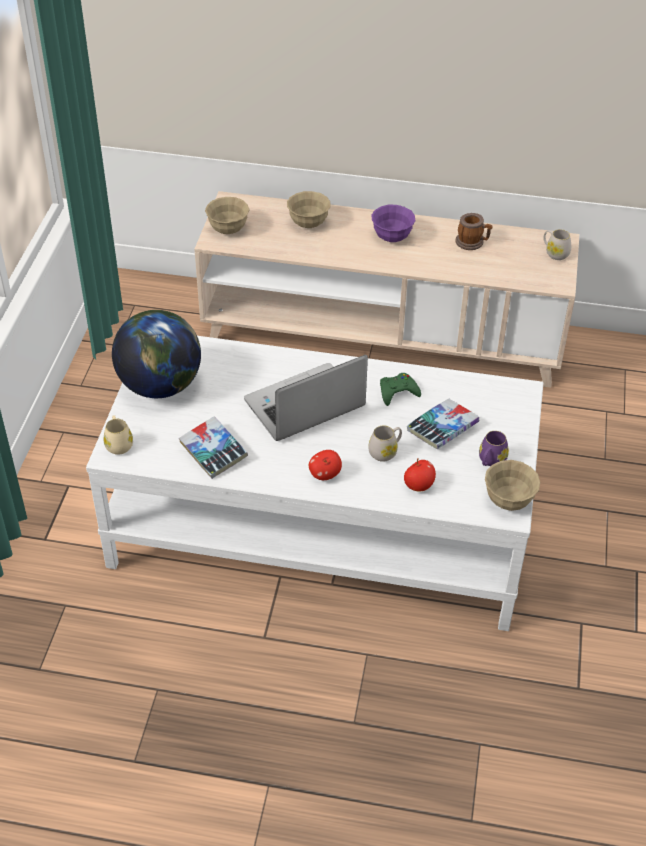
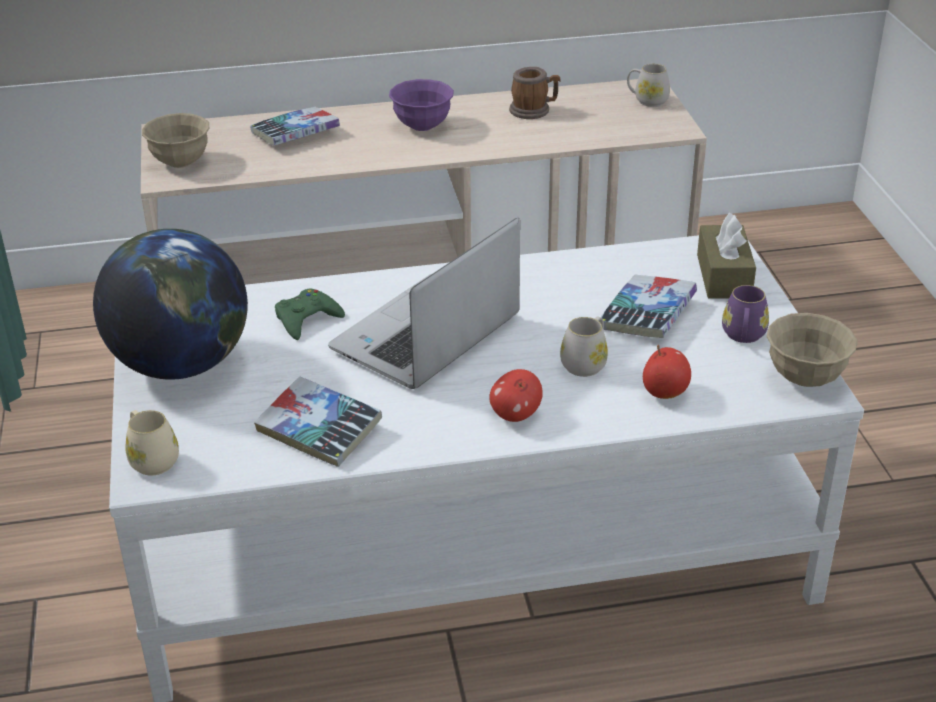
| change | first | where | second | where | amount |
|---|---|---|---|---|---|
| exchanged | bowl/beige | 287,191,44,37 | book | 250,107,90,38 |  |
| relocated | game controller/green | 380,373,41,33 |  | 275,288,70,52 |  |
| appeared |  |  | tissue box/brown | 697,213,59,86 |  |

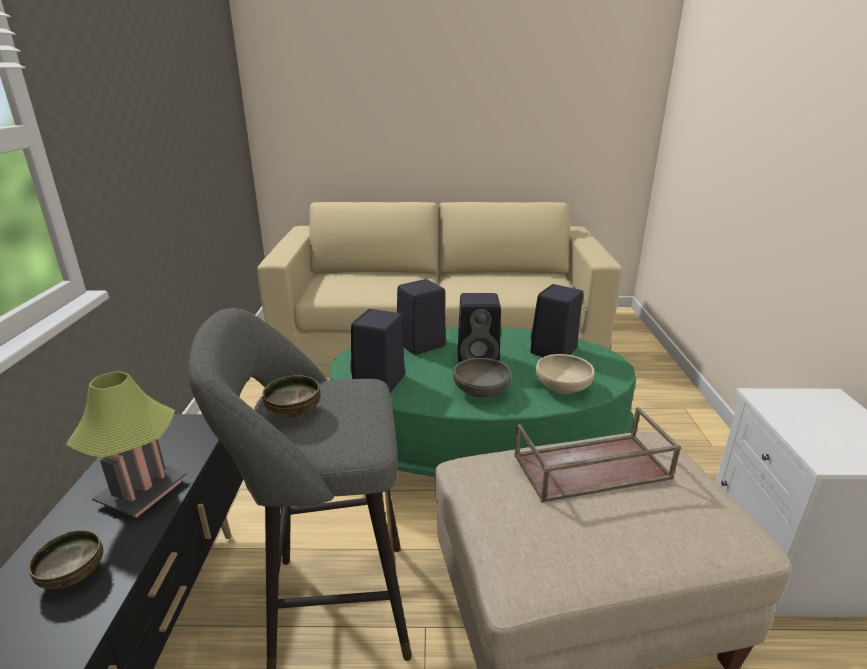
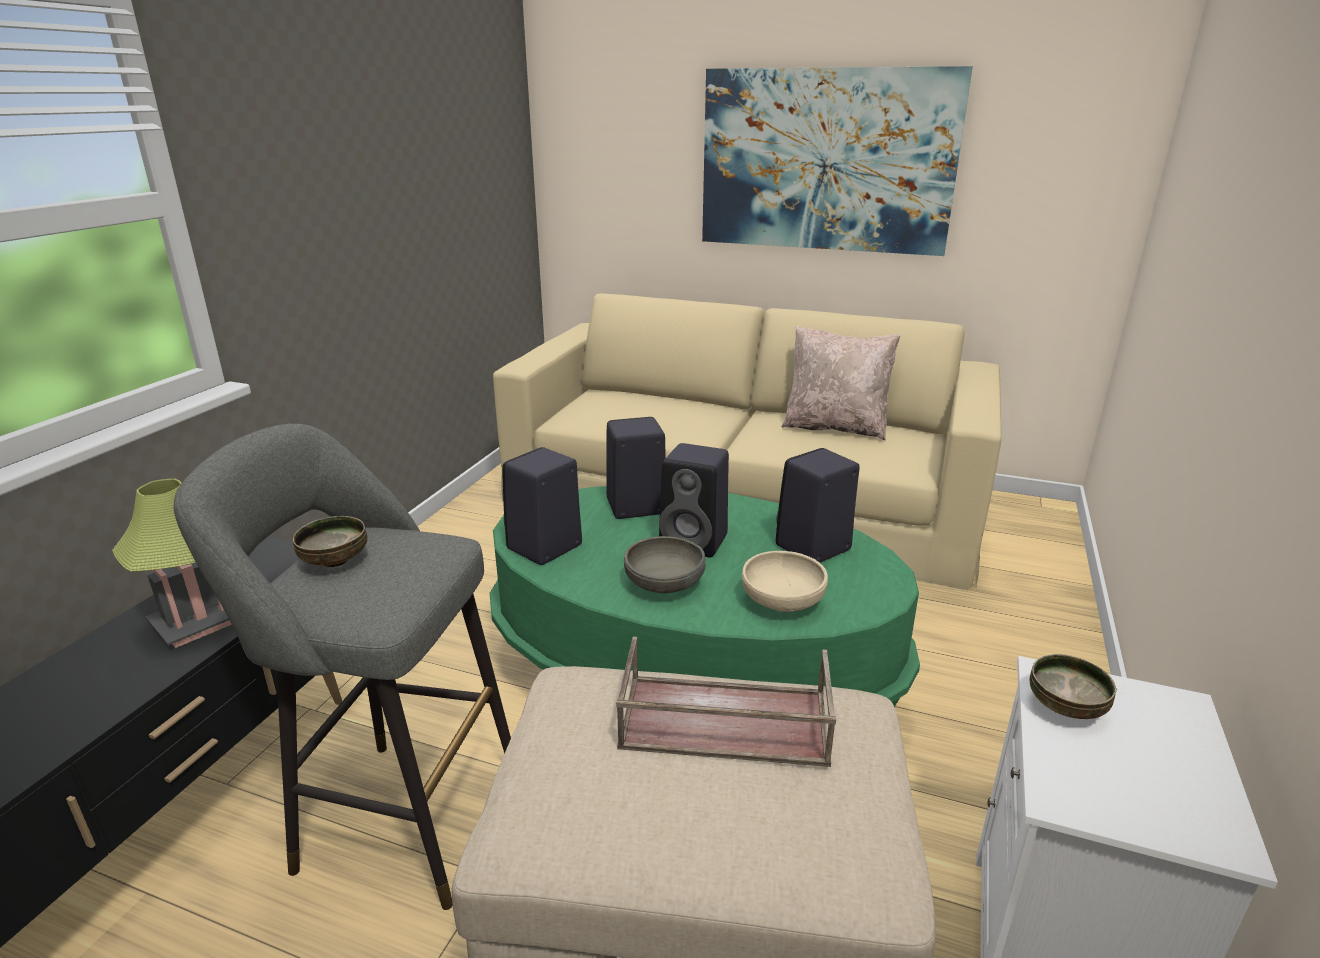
| change | first | where | second | where | amount |
|---|---|---|---|---|---|
| relocated | bowl | 28,530,75,59 |  | 1030,654,87,65 |  |
| appeared |  |  | picture | 702,66,271,190 |  |
| appeared |  |  | pillow/beige | 781,326,119,115 |  |

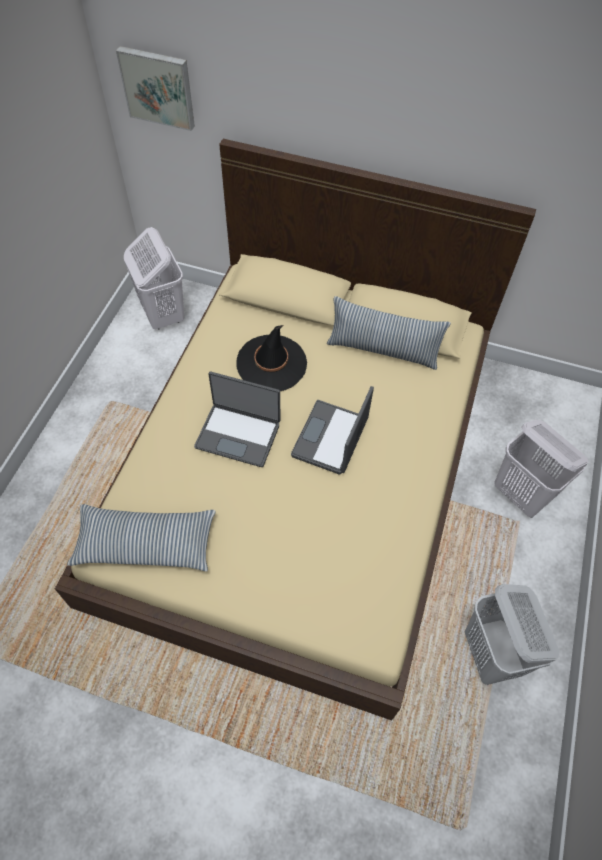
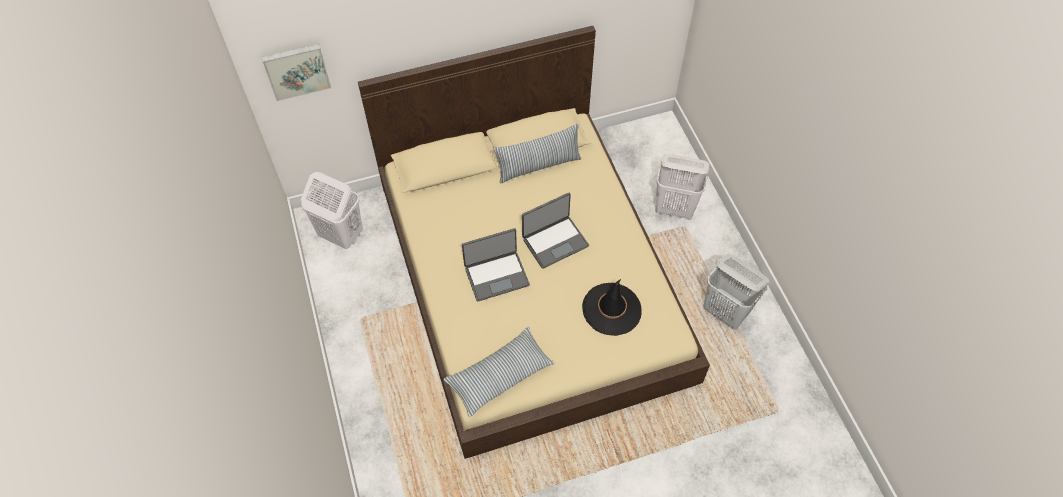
| change | first | where | second | where | amount |
|---|---|---|---|---|---|
| relocated | hat/black | 236,325,71,66 |  | 582,279,60,57 |  |
| spun | laptop | 291,386,83,88 |  | 522,193,67,76 | 105 degrees counterclockwise |

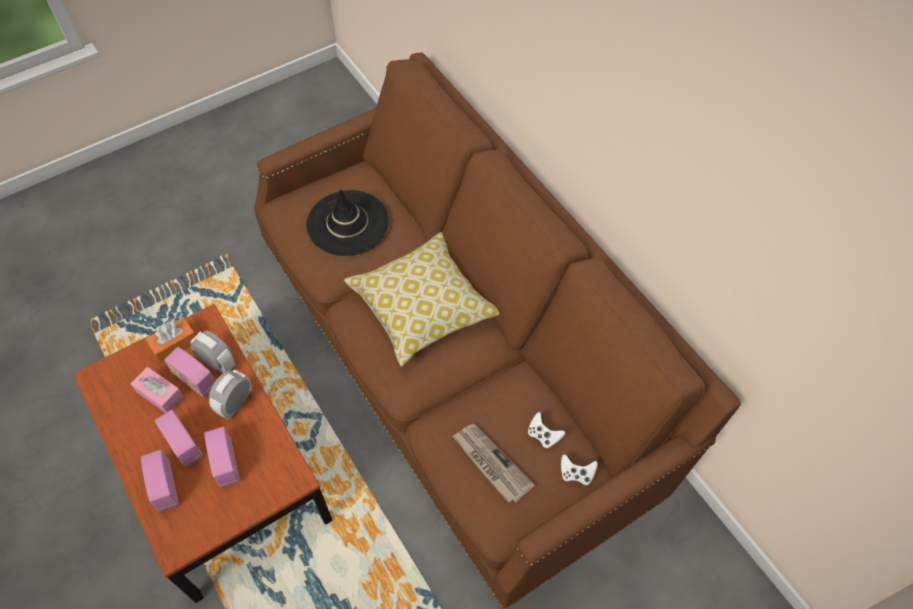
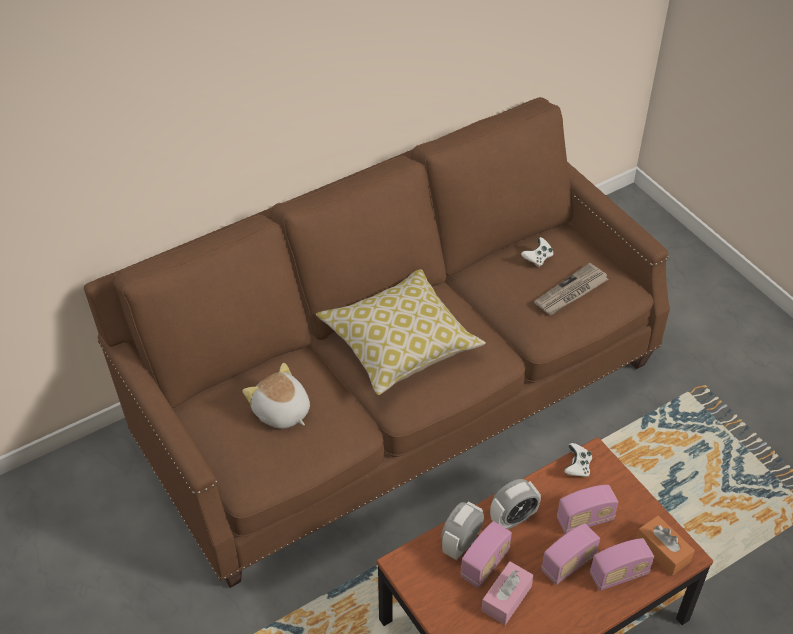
| change | first | where | second | where | amount |
|---|---|---|---|---|---|
| exchanged | hat/black | 306,189,83,67 | plush toy | 242,363,68,66 |  |
| relocated | tissue box/orange | 145,317,51,46 |  | 636,515,59,61 |  |
| spun | alarm clock | 209,370,43,50 |  | 490,479,51,50 | 60 degrees counterclockwise |
| relocated | game controller/white | 561,454,37,31 |  | 564,443,28,34 |  |

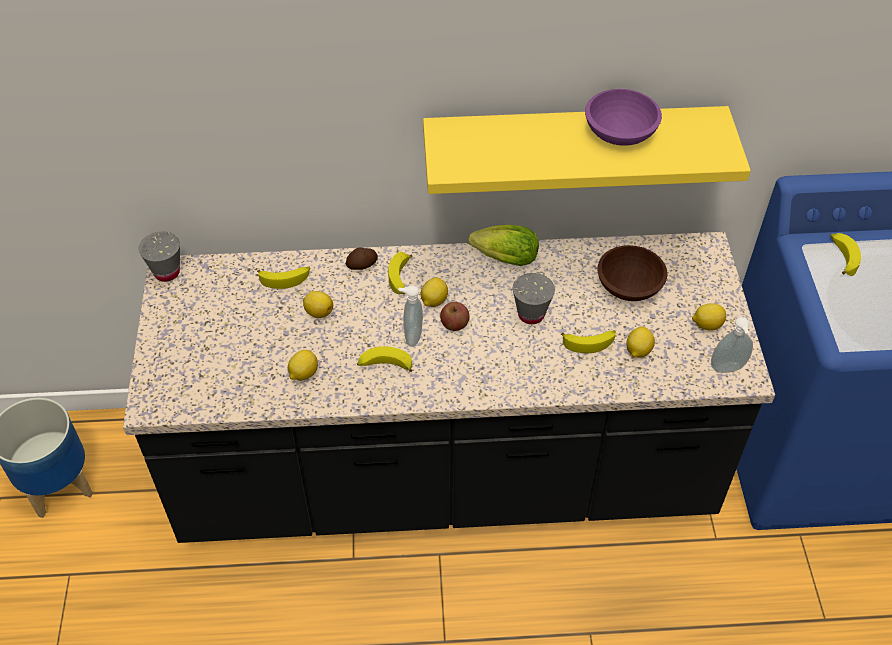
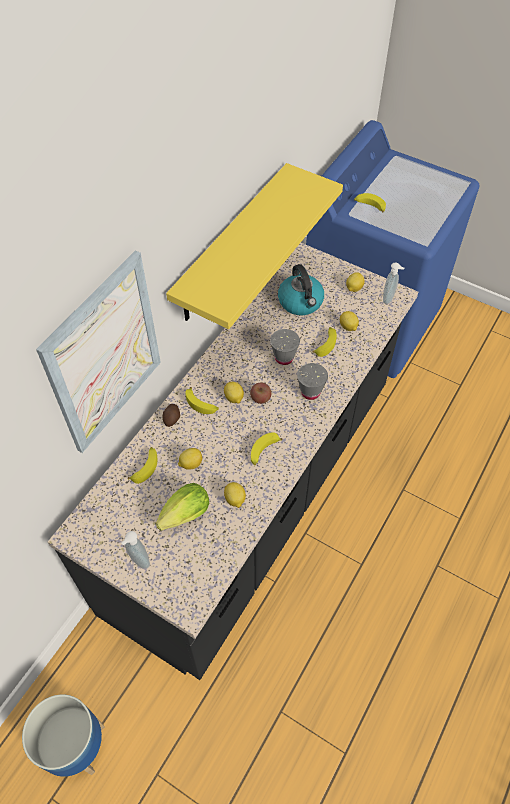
| change | first | where | second | where | amount |
|---|---|---|---|---|---|
| missing | bowl/purple | 585,89,77,57 |  |  |  |
| relocated | lettuce | 468,225,71,41 |  | 155,483,54,48 |  |
| relocated | cup/grey | 139,232,41,50 |  | 297,363,31,37 |  |
| exchanged | bowl/brown | 598,245,69,56 | kettle | 278,264,46,51 |  |
| relocated | soap dispenser | 398,285,25,62 |  | 121,531,29,38 |  |
| appeared |  |  | picture | 36,250,125,203 |  |

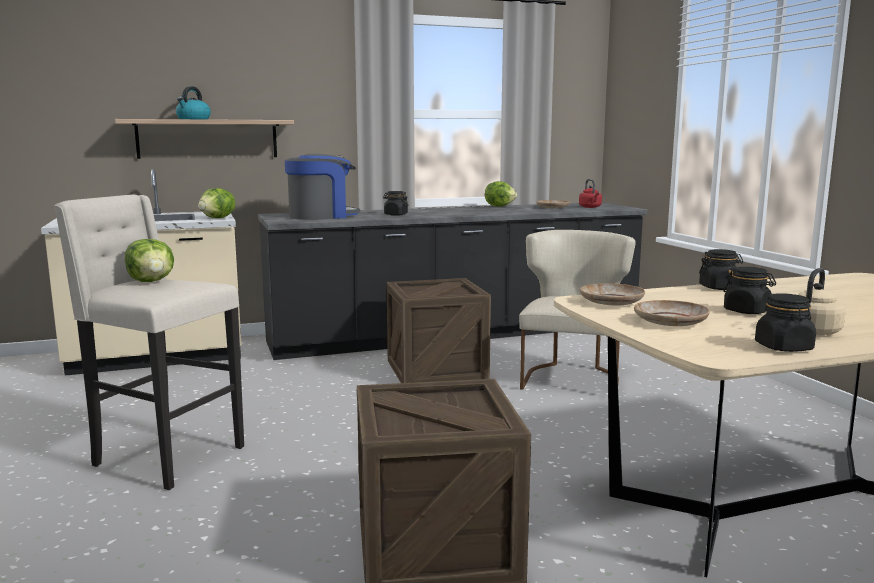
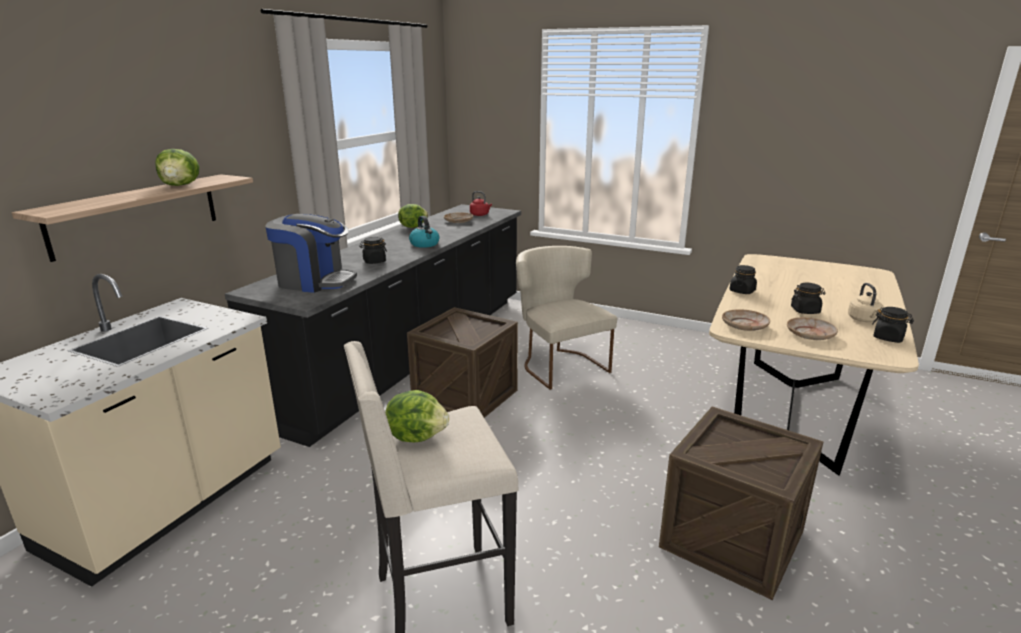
| change | first | where | second | where | amount |
|---|---|---|---|---|---|
| relocated | kettle | 176,86,35,33 |  | 409,216,30,32 |  |
| spun | coffee machine | 285,154,75,66 |  | 265,214,92,79 | 90 degrees clockwise |
| relocated | lettuce | 198,188,37,30 |  | 155,149,45,37 |  |

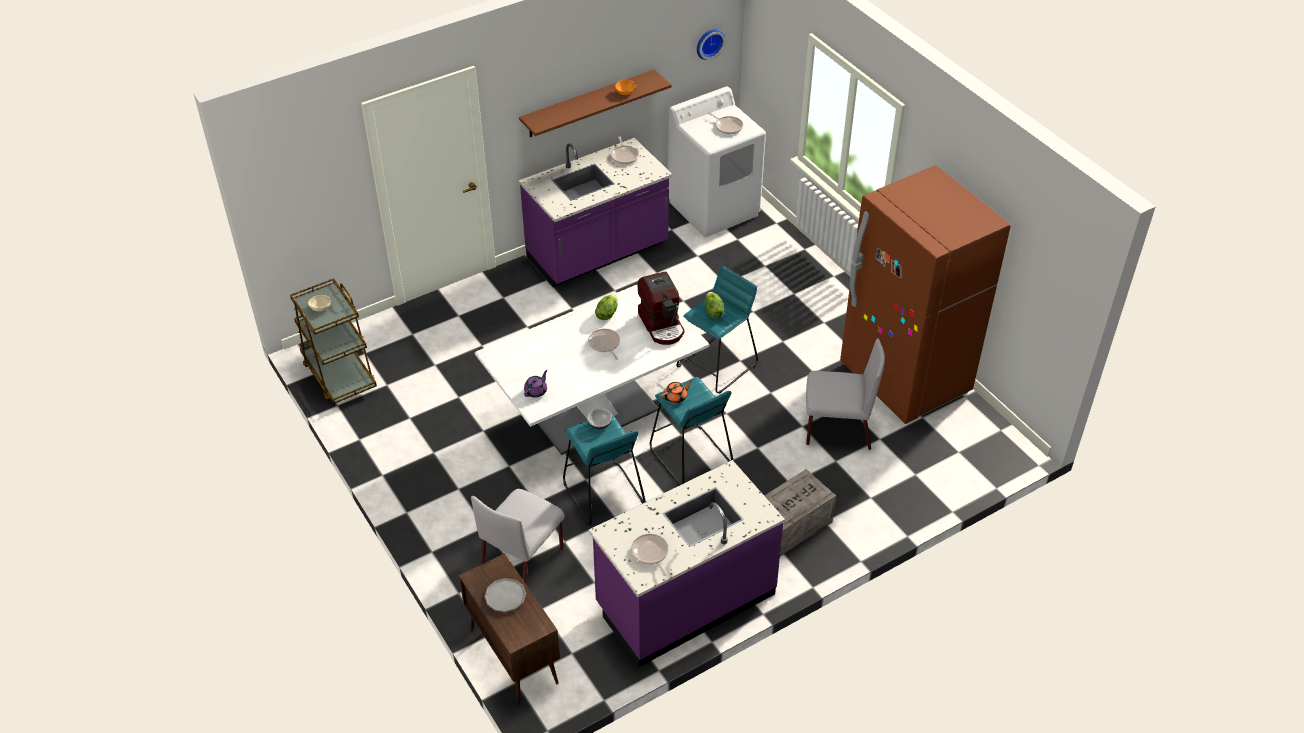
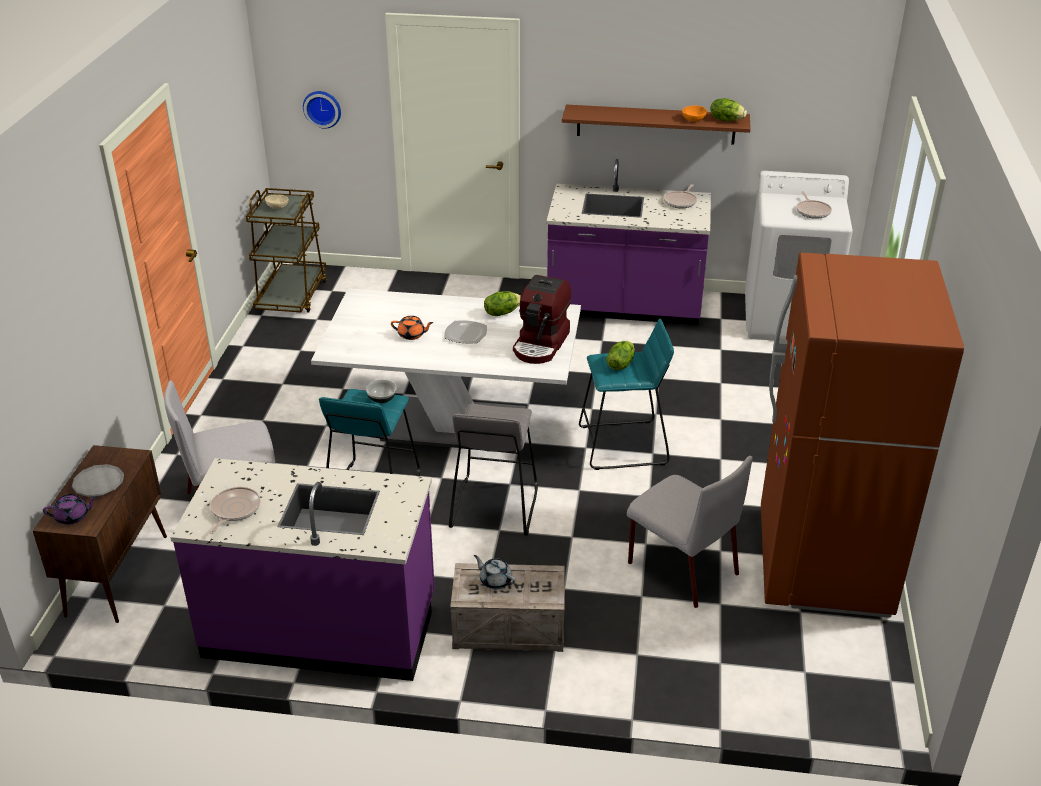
| change | first | where | second | where | amount |
|---|---|---|---|---|---|
| relocated | wall clock | 697,29,28,31 |  | 303,91,38,38 |  |
| exchanged | frying pan | 588,329,32,31 | plate | 444,321,43,22 |  |
| relocated | teapot/purple | 524,370,23,28 |  | 43,494,54,31 |  |
| colour | stool/turquoise | 650,377,84,109 | stool/grey | 449,404,89,132 |  |
| relocated | teapot/orange | 661,380,31,23 |  | 391,316,43,24 |  |
| appeared |  |  | lettuce | 710,98,37,23 |  |
| appeared |  |  | teapot/grey | 474,555,42,34 |  |

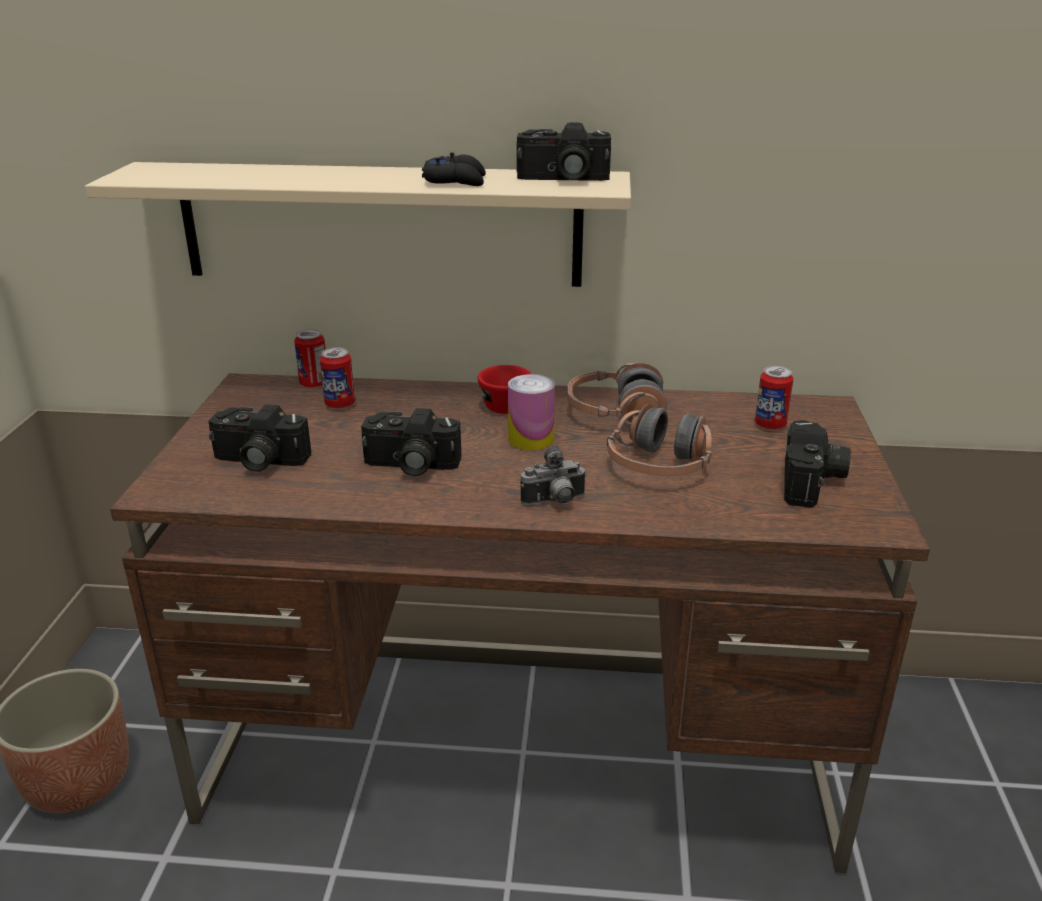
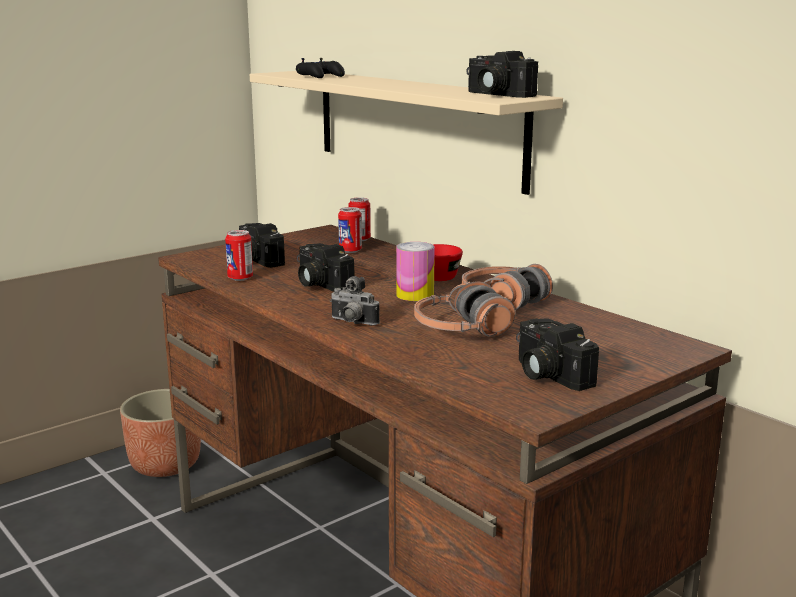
| change | first | where | second | where | amount |
|---|---|---|---|---|---|
| relocated | game controller/black | 422,152,64,34 |  | 296,58,49,20 |  |
| relocated | can | 755,366,39,64 |  | 225,230,28,51 |  |
| spun | photo camera | 784,420,67,88 |  | 516,318,83,73 | 90 degrees clockwise |

